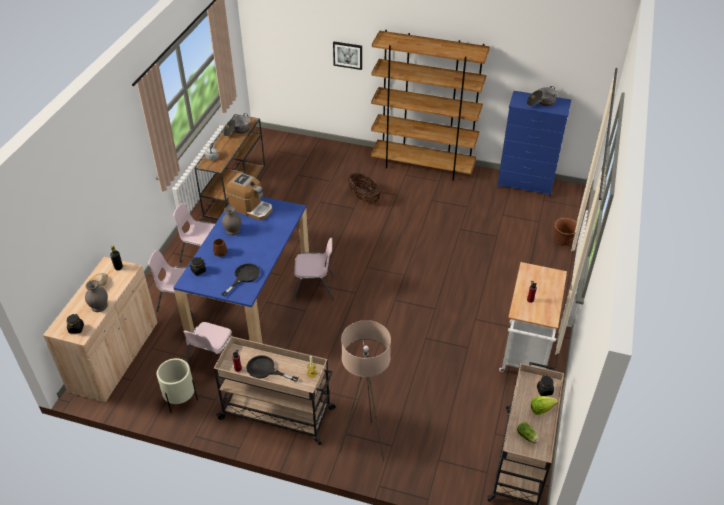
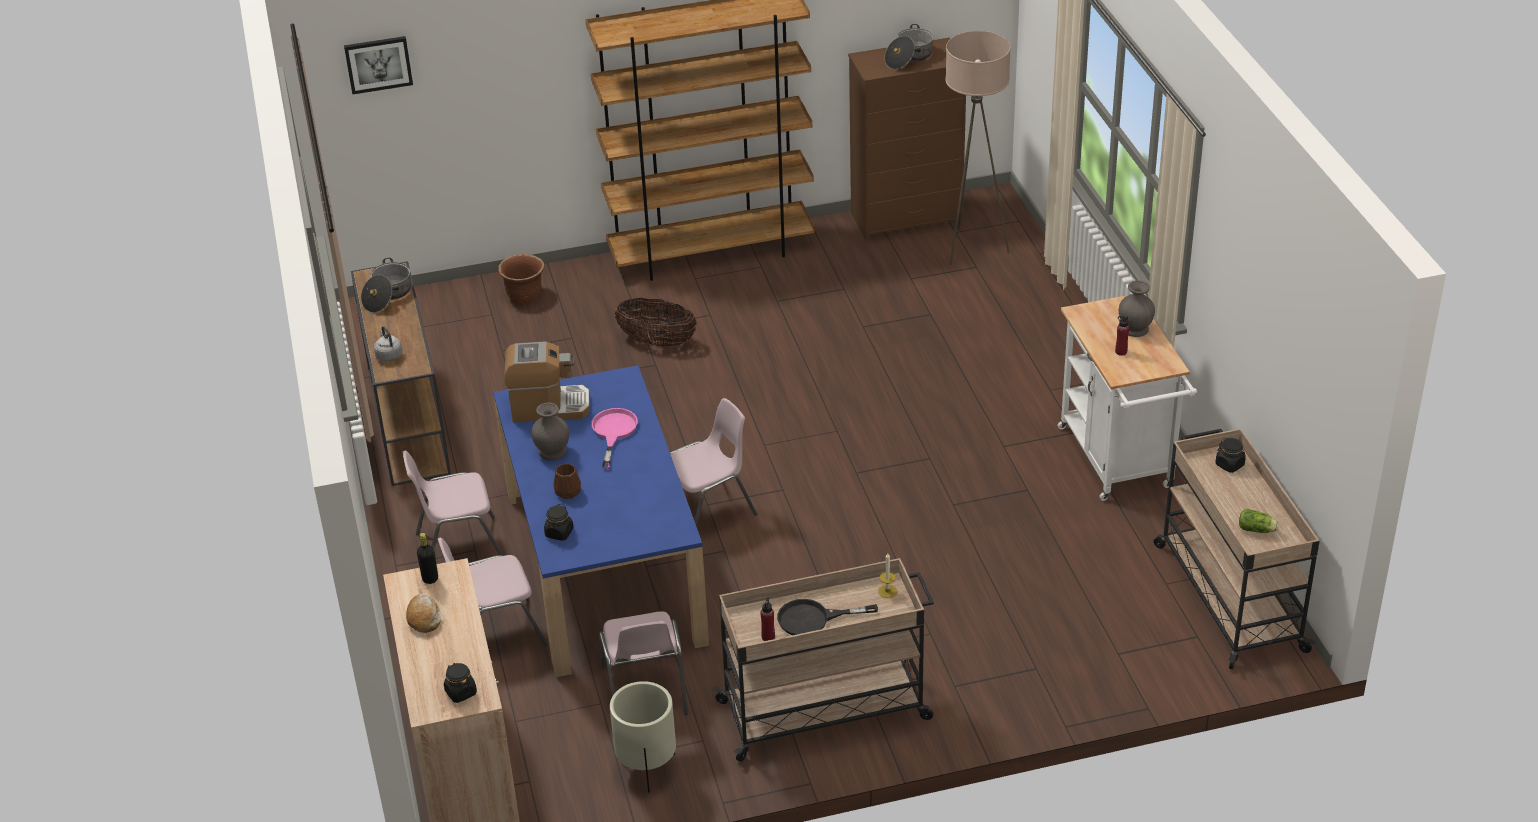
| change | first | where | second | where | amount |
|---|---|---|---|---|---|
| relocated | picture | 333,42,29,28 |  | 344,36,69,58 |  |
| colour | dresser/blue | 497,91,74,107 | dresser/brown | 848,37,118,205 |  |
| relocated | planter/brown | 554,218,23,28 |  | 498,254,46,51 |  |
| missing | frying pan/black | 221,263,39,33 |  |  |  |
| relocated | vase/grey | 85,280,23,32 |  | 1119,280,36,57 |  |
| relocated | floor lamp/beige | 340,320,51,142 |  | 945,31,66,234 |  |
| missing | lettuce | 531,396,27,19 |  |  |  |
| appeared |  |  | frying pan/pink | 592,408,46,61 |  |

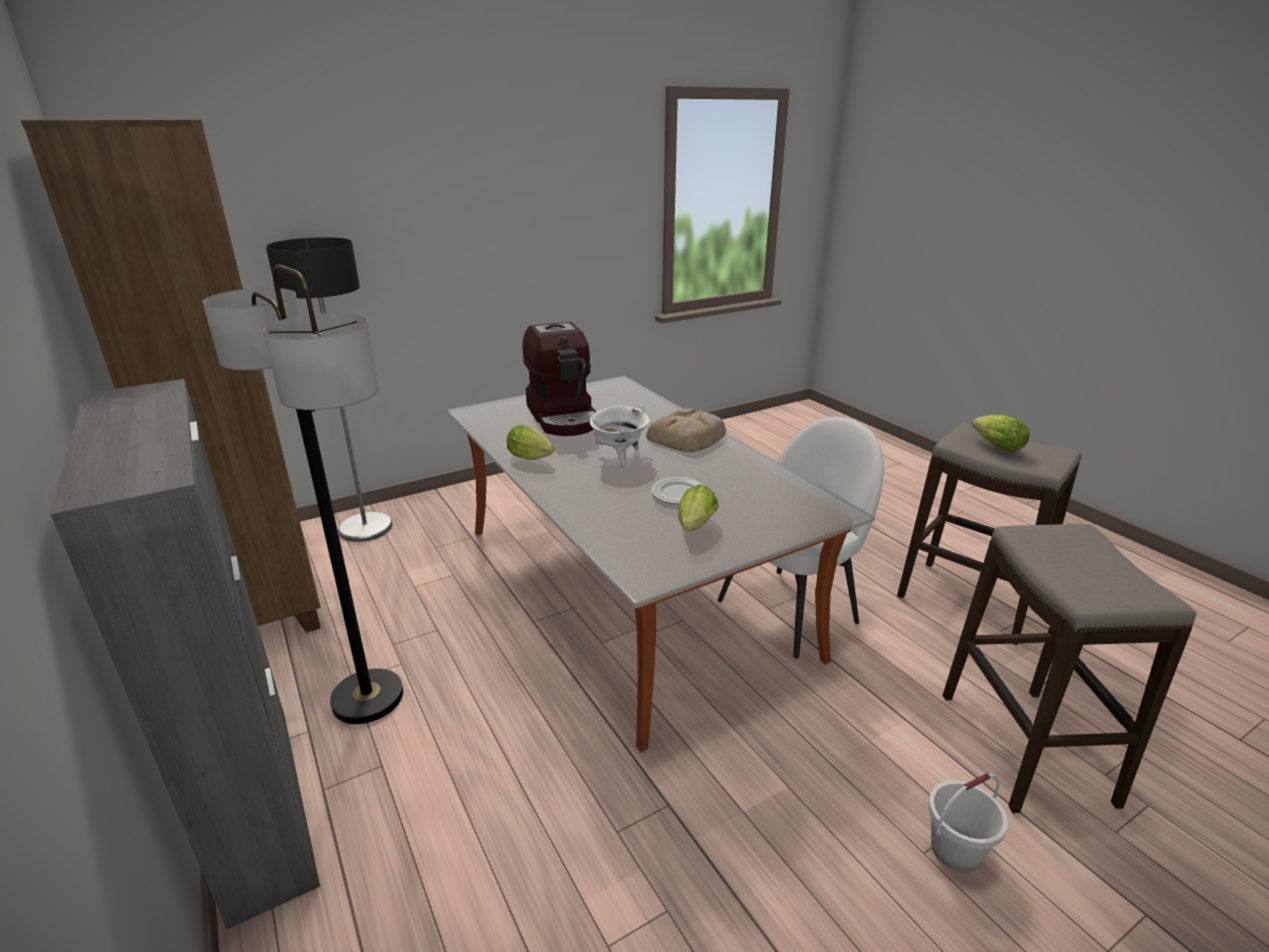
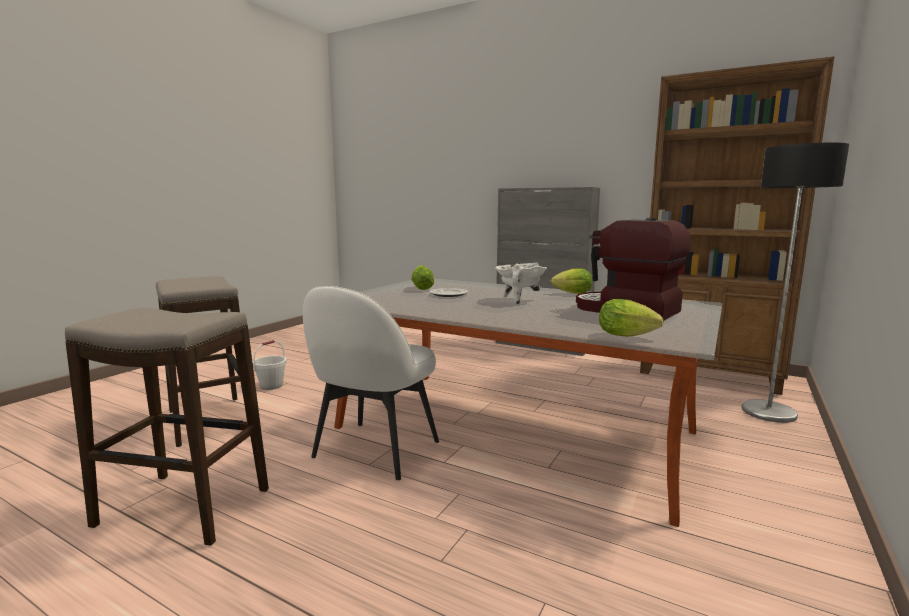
| change | first | where | second | where | amount |
|---|---|---|---|---|---|
| missing | floor lamp | 202,265,201,459 |  |  |  |
| missing | bread | 646,408,80,44 |  |  |  |
| relocated | lettuce | 972,415,58,36 |  | 599,299,65,38 |  |

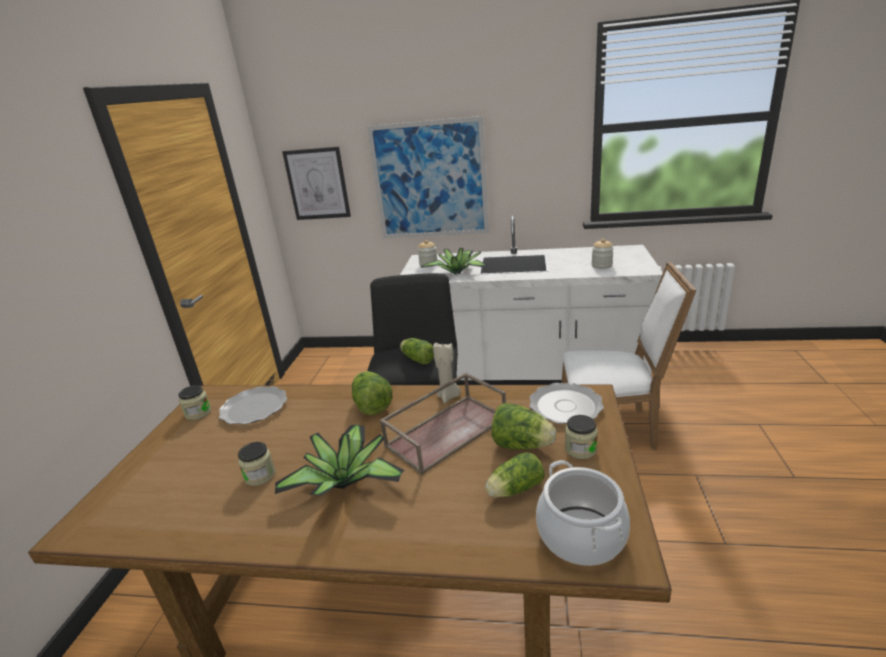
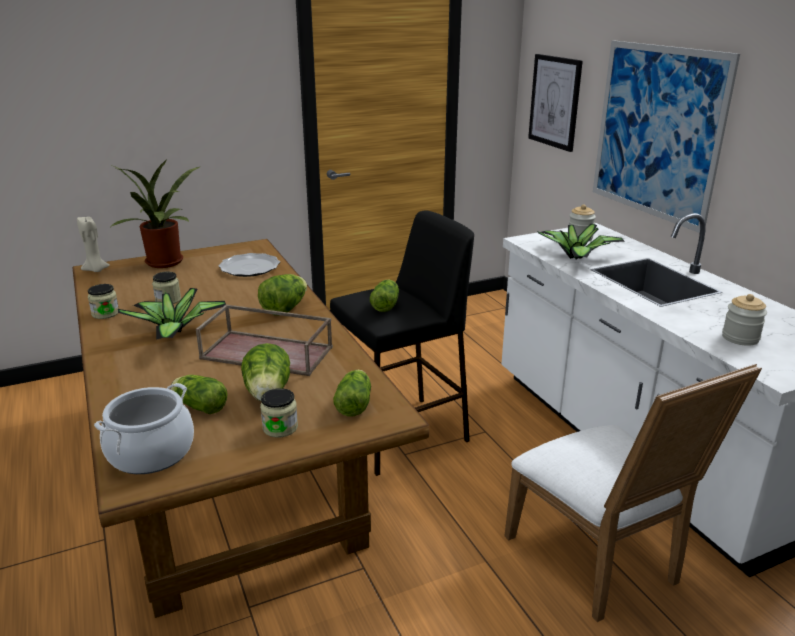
| change | first | where | second | where | amount |
|---|---|---|---|---|---|
| relocated | candle/beige | 433,342,28,61 |  | 77,216,33,56 |  |
| exchanged | plate | 529,383,75,41 | lettuce | 333,370,38,46 |  |
| relocated | jar | 178,385,33,35 |  | 88,284,31,35 |  |
| appeared |  |  | potted plant | 112,159,87,109 |  |

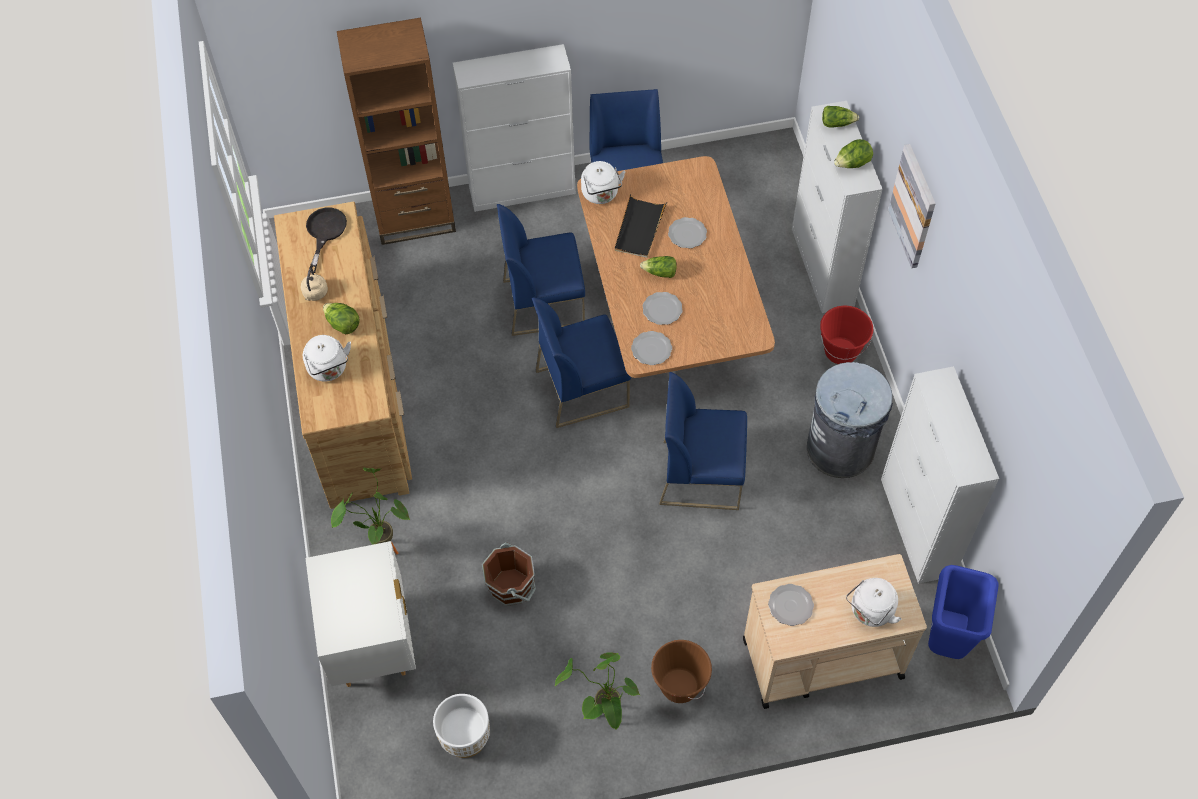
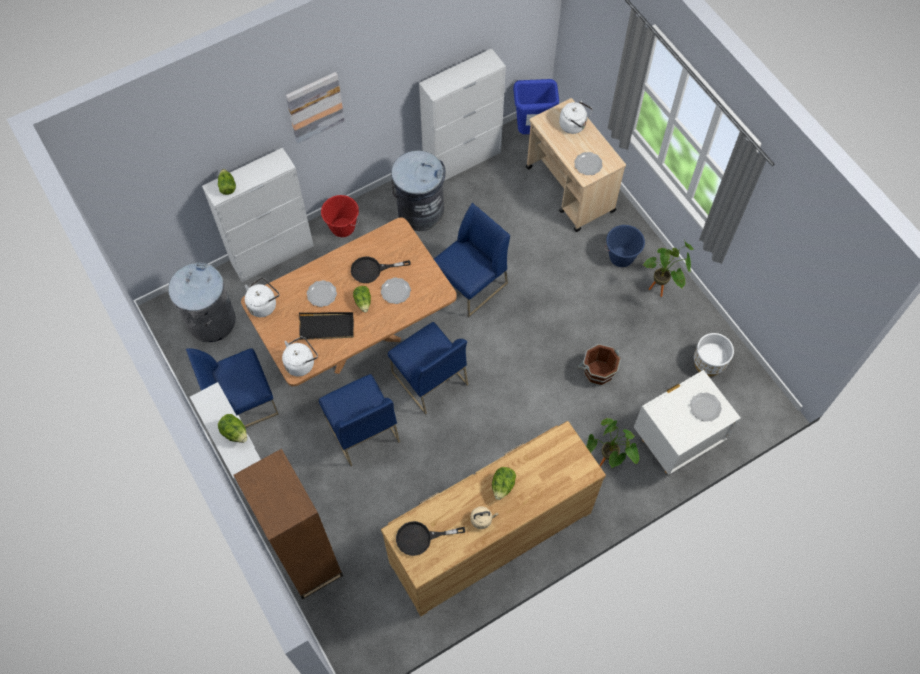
| change | first | where | second | where | amount |
|---|---|---|---|---|---|
| relocated | lettuce | 834,139,39,29 |  | 218,414,29,29 |  |
| relocated | plate | 631,331,41,34 |  | 690,392,32,30 |  |
| relocated | kettle/white | 303,335,48,47 |  | 245,277,34,40 |  |
| spun | chair/blue | 659,372,88,138 |  | 434,203,76,114 | 120 degrees counterclockwise |
| colour | bucket/brown | 651,640,61,63 | bucket/blue | 605,225,40,42 |  |
| appeared |  |  | frying pan/black | 351,257,60,26 |  |
| appeared |  |  | trash can/grey | 168,263,68,79 |  |

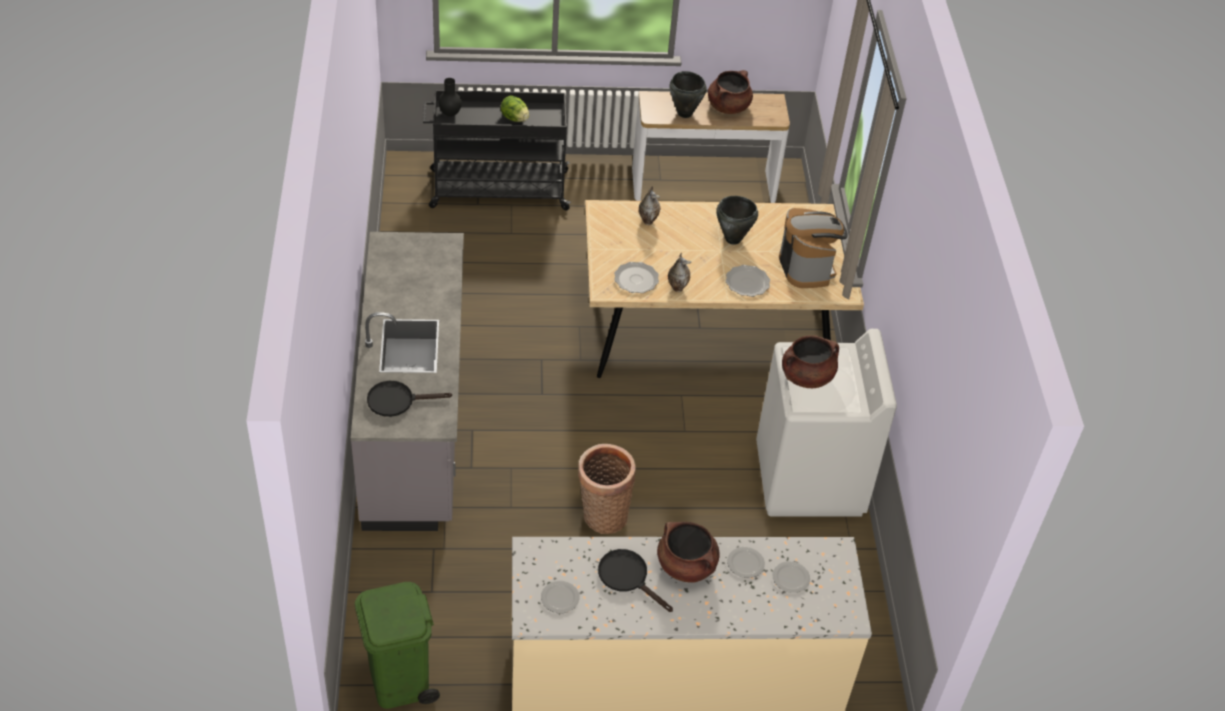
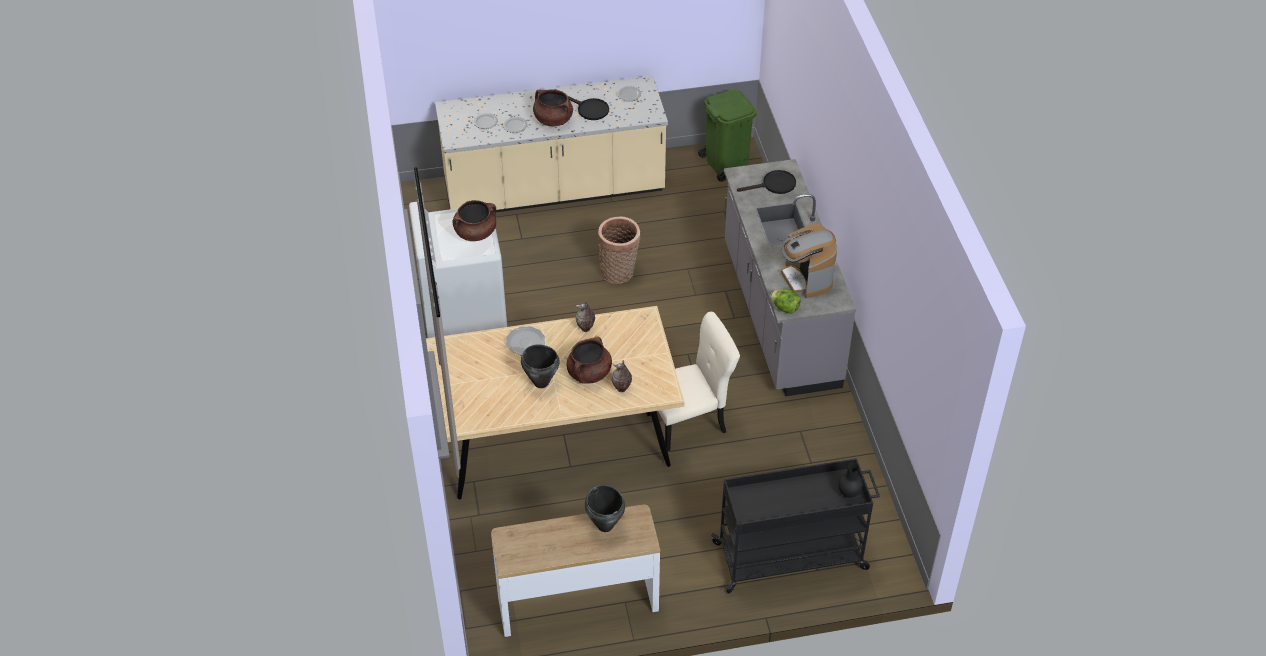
| change | first | where | second | where | amount |
|---|---|---|---|---|---|
| relocated | cooking pot/brown | 708,70,45,44 |  | 567,337,45,47 |  |
| relocated | lettuce | 501,95,28,27 |  | 770,289,31,25 |  |
| relocated | coffee machine | 779,208,69,80 |  | 781,224,57,74 |  |
| missing | plate | 614,262,45,31 |  |  |  |
| appeared |  |  | chair/beige | 646,312,94,139 |  |

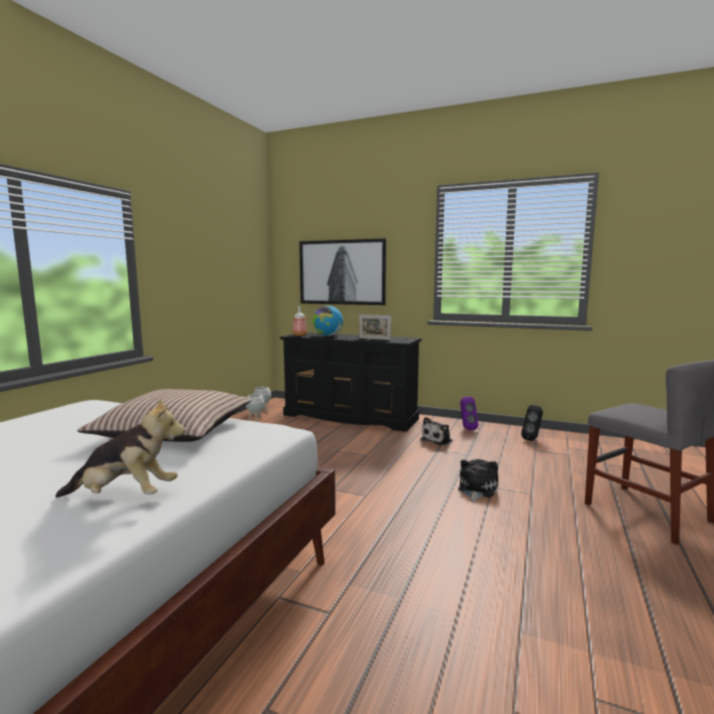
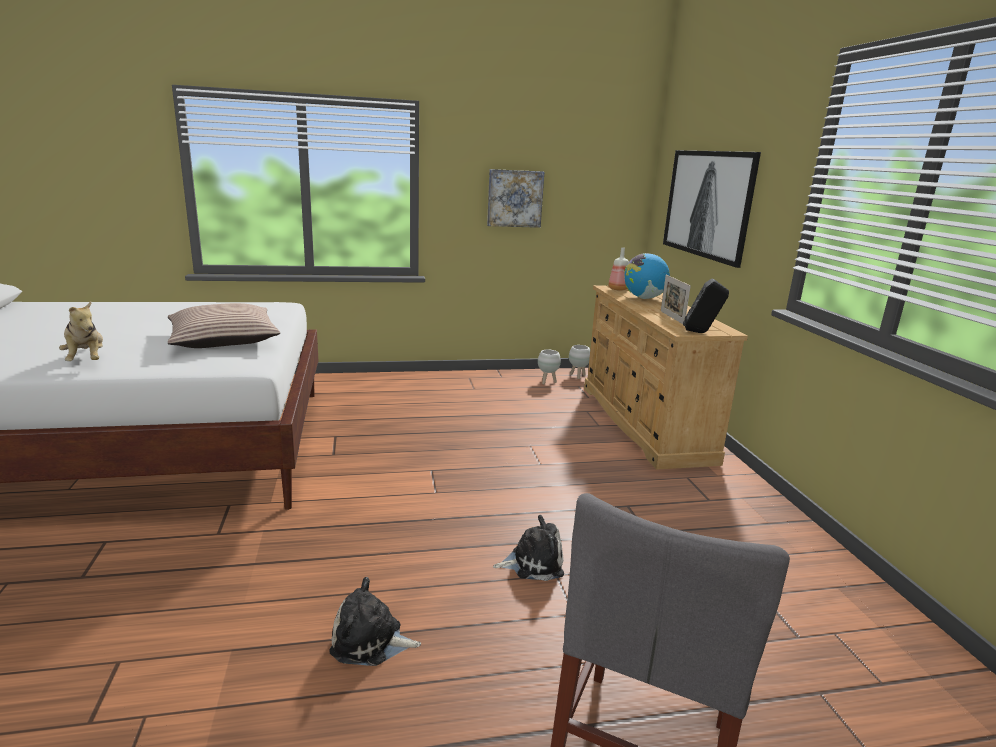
| change | first | where | second | where | amount |
|---|---|---|---|---|---|
| colour | dresser/black | 280,332,142,100 | dresser/beige | 584,285,164,185 |  |
| missing | speaker/purple | 460,397,19,33 |  |  |  |
| relocated | speaker/black | 521,405,22,36 |  | 683,278,46,55 |  |
| relocated | plush toy | 420,417,33,28 |  | 329,577,92,89 |  |
| appeared |  |  | picture | 487,169,57,59 |  |

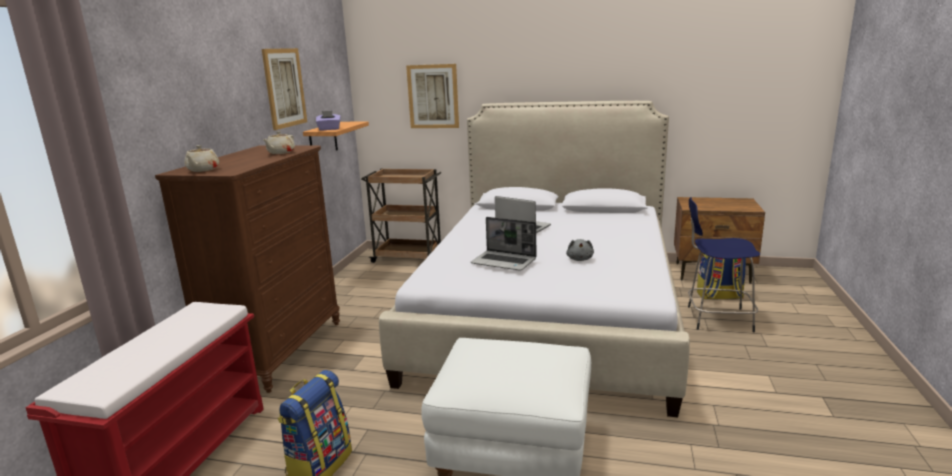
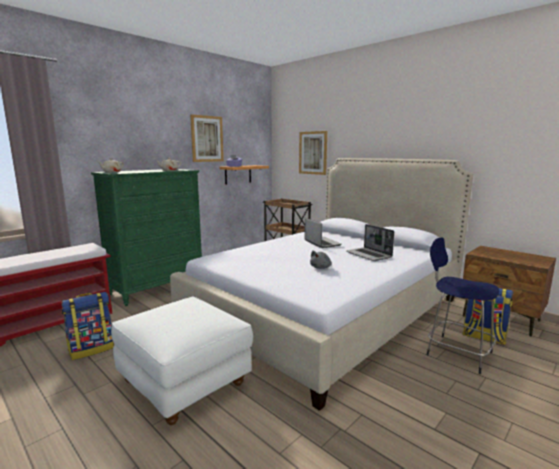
| change | first | where | second | where | amount |
|---|---|---|---|---|---|
| colour | dresser/brown | 155,146,185,247 | dresser/green | 91,169,111,137 |  |
| relocated | laptop | 471,217,65,54 |  | 346,224,48,37 |  |

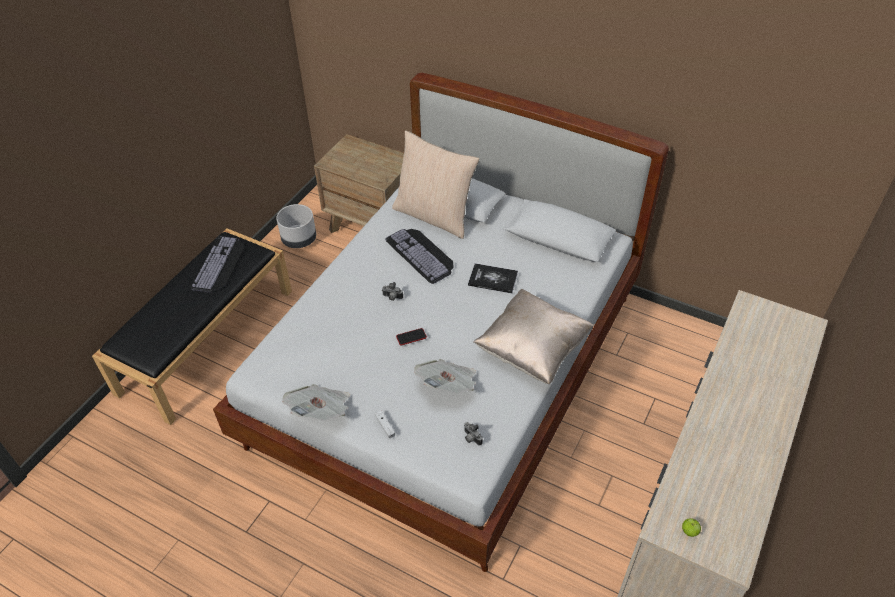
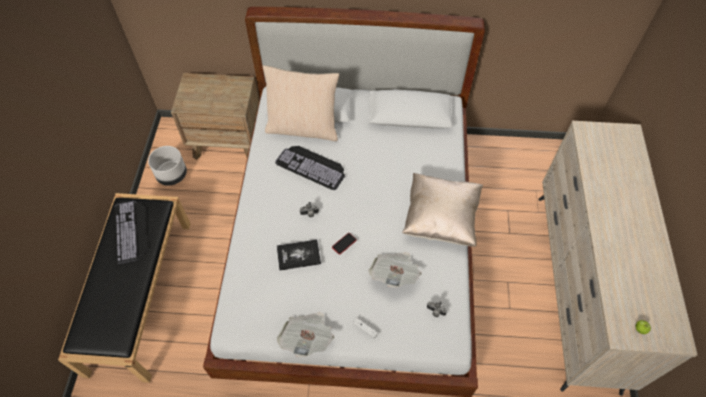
| change | first | where | second | where | amount |
|---|---|---|---|---|---|
| relocated | book | 468,263,50,30 |  | 277,239,44,32 |  |

